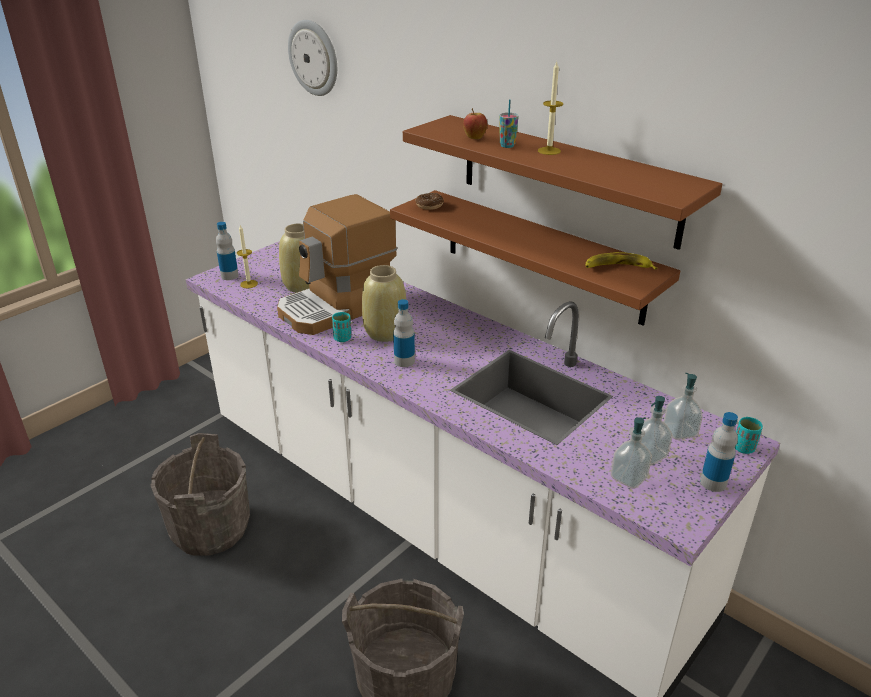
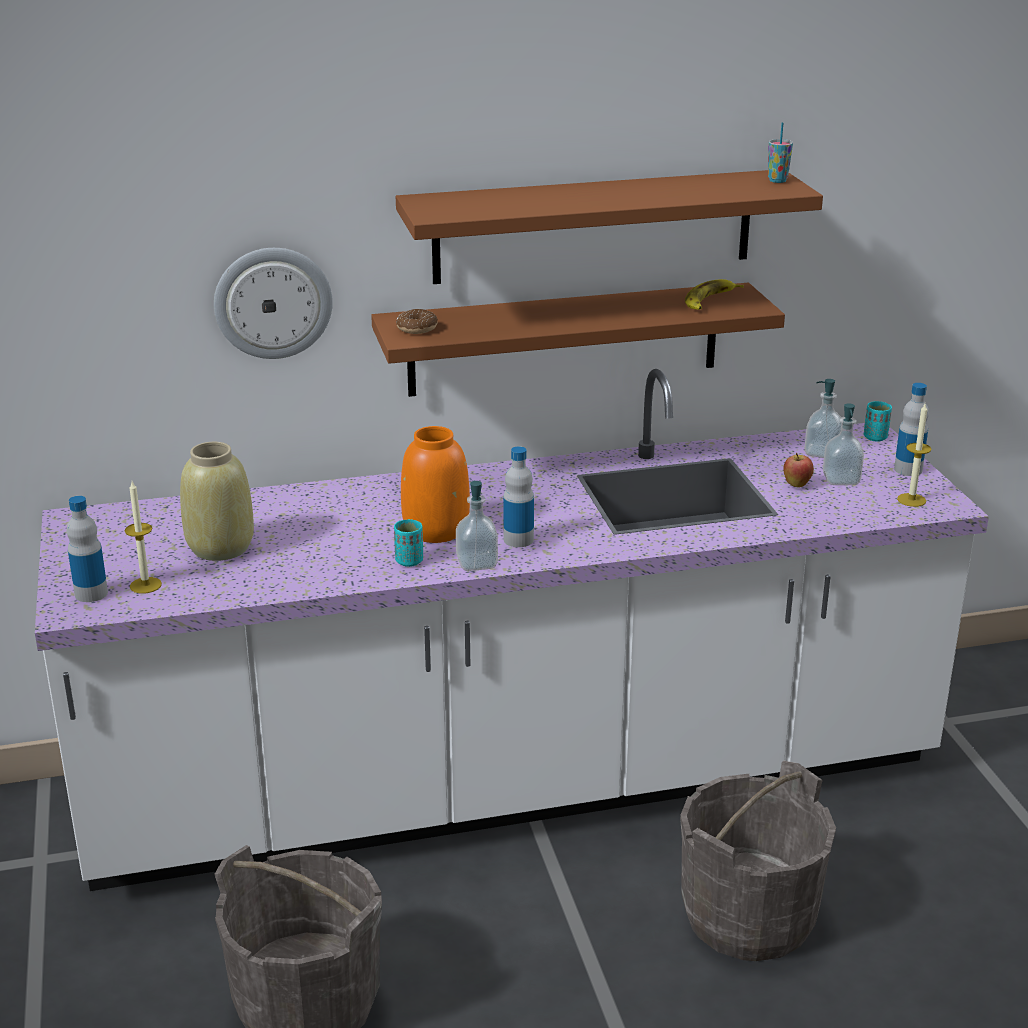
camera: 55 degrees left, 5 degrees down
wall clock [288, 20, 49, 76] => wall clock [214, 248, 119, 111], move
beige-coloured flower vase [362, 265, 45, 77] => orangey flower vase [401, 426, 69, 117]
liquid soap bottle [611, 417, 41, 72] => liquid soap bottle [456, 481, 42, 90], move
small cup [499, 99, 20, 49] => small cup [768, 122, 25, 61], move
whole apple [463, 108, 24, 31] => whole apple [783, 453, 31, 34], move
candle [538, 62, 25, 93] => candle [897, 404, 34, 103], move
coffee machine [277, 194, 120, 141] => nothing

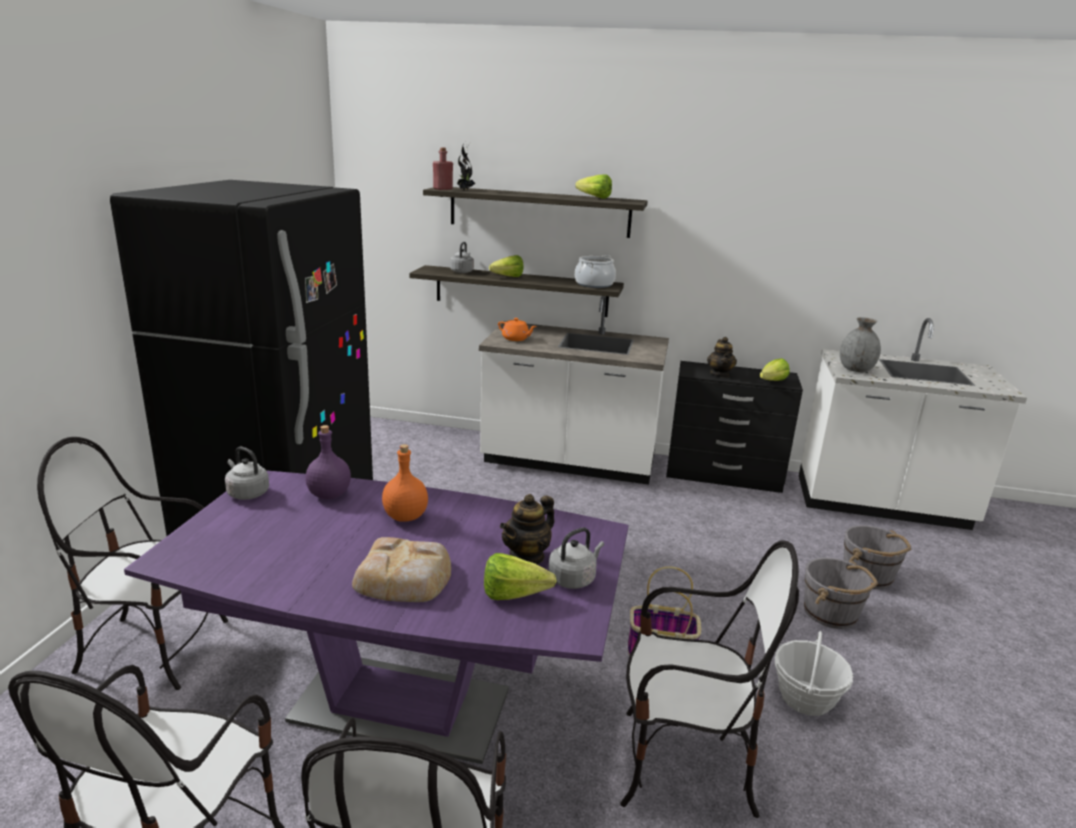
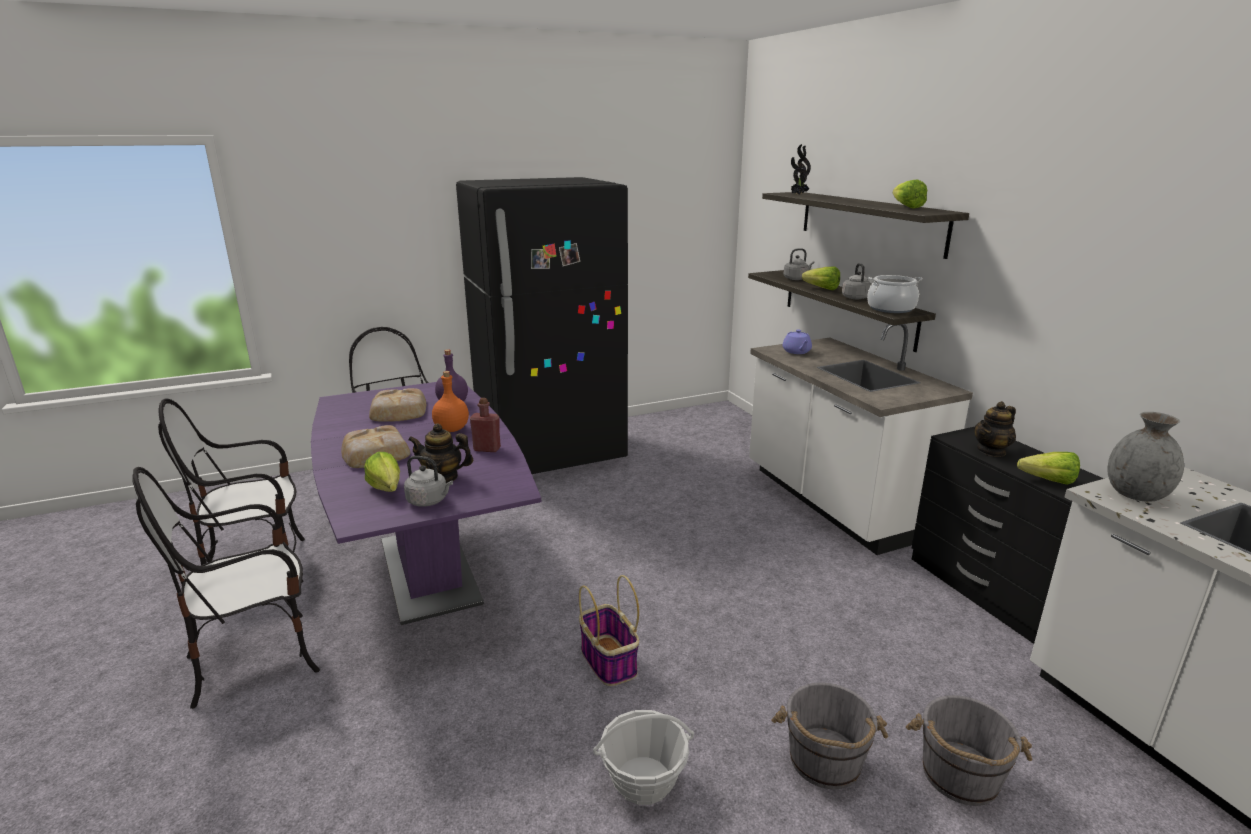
camera: 55 degrees right, 0 degrees up
nothing => bread [369, 388, 57, 34]
reddish beverage bottle [433, 147, 20, 43] => reddish beverage bottle [470, 398, 31, 54], move
orangey teapot [498, 318, 39, 23] => purple teapot [783, 330, 29, 24]
gray tea kettle [225, 447, 44, 53] => gray tea kettle [842, 263, 29, 36], move
upright chair [620, 541, 179, 277] => nothing

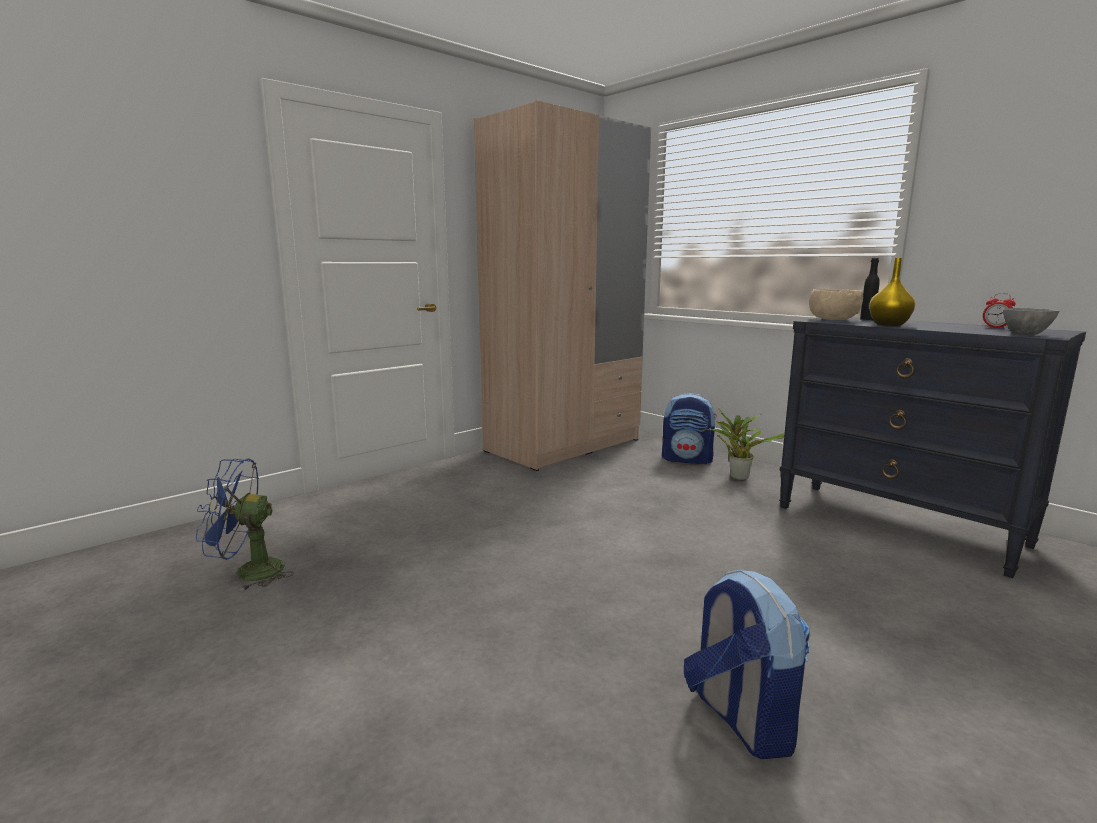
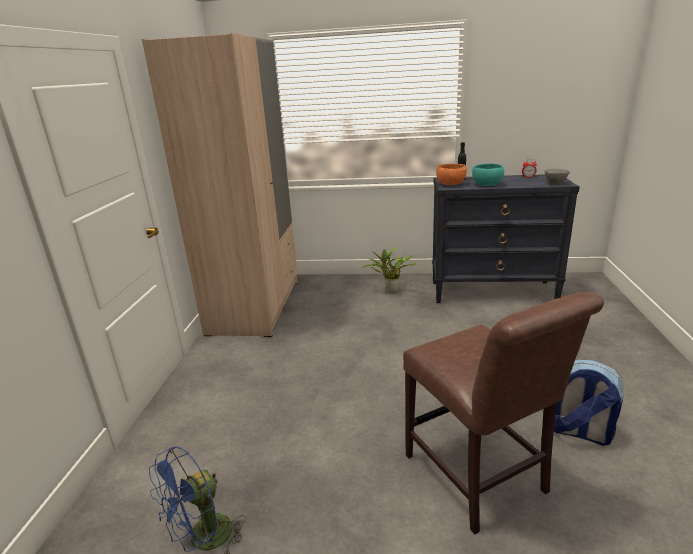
camera: 40 degrees left, 10 degrees up
nothing => brownish upright chair [403, 292, 201, 243]
beige-coloured serving bowl [809, 289, 54, 31] => orangey serving bowl [436, 164, 31, 21]
yellow flower vase [869, 258, 47, 68] => blue-green serving bowl [472, 163, 32, 23]
rucksack [662, 393, 55, 71] => nothing

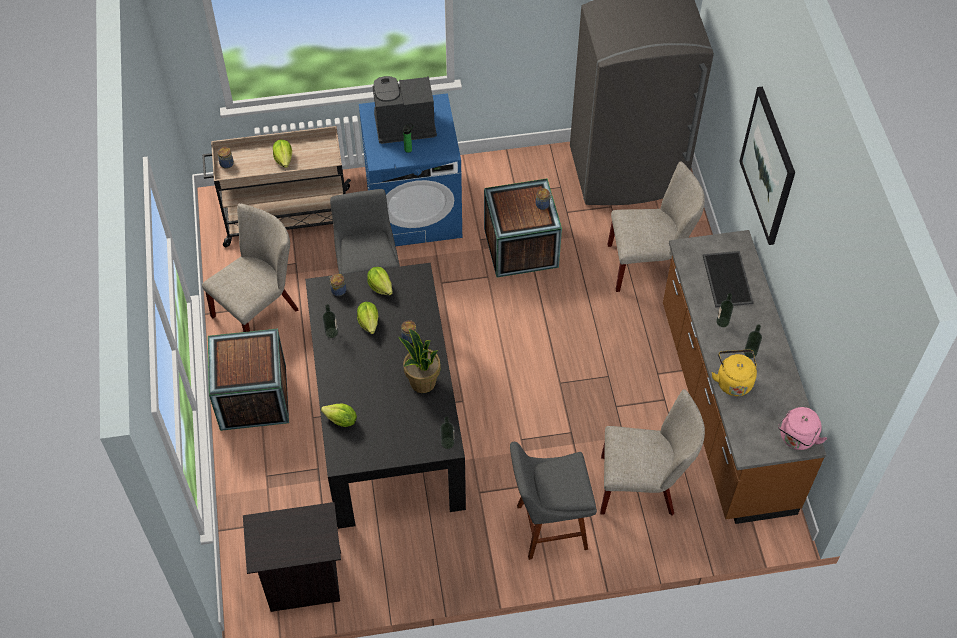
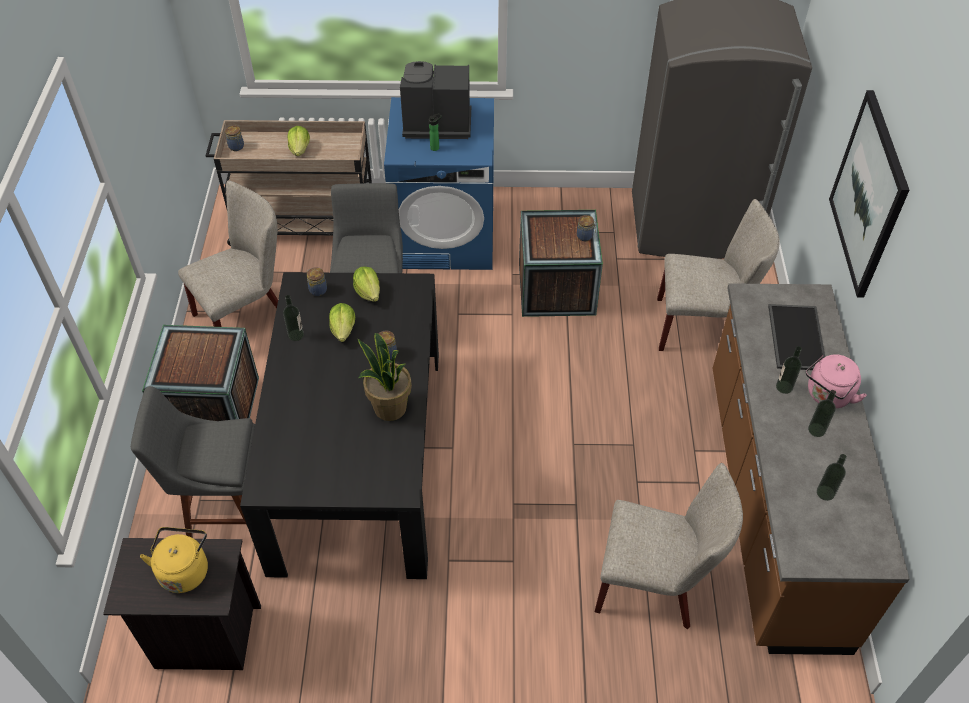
camera: 10 degrees right, 5 degrees down
gray stool seat [510, 442, 87, 118] => gray stool seat [131, 386, 124, 152], move
yellow tea kettle [712, 350, 45, 46] => yellow tea kettle [140, 527, 68, 66], move
pink tea kettle [778, 407, 49, 43] => pink tea kettle [806, 354, 61, 54], move
beverage bottle [440, 417, 14, 32] => beverage bottle [817, 454, 30, 47], move
lettuce head [321, 404, 36, 23] => nothing

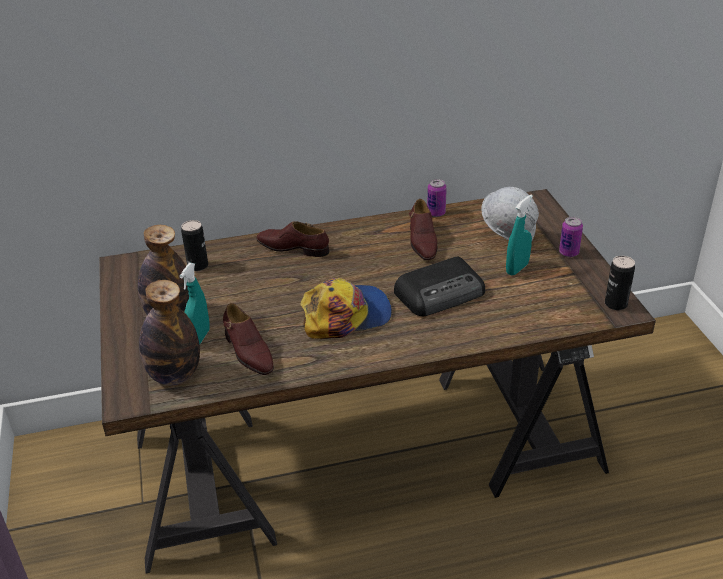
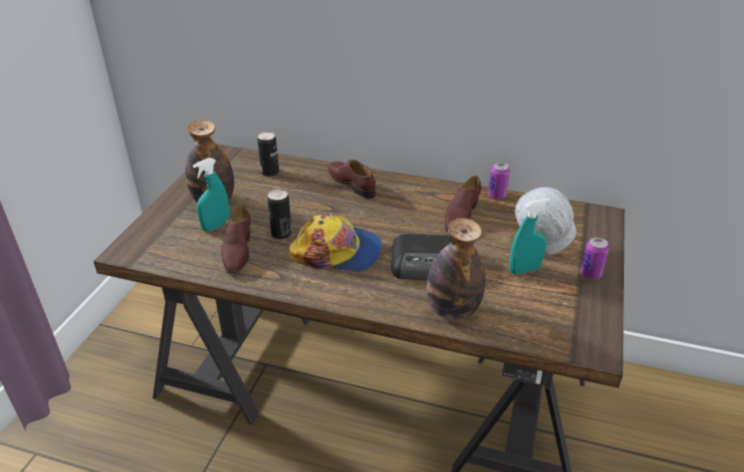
camera: 30 degrees right, 0 degrees up
metal can [605, 256, 30, 54] => metal can [267, 189, 25, 50], move
beverage bottle [139, 280, 61, 105] => beverage bottle [427, 218, 58, 103], move

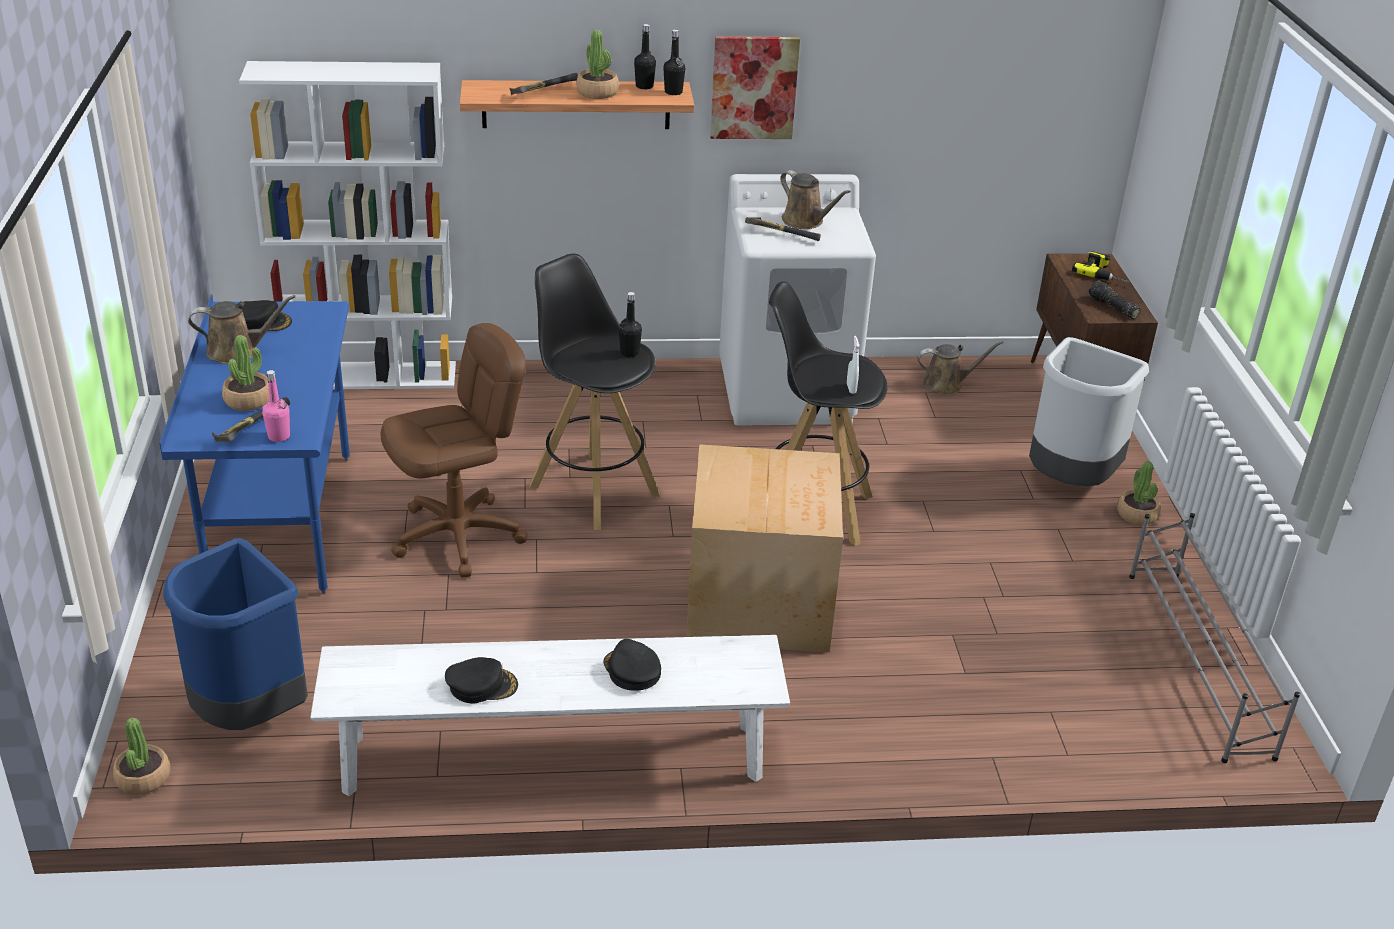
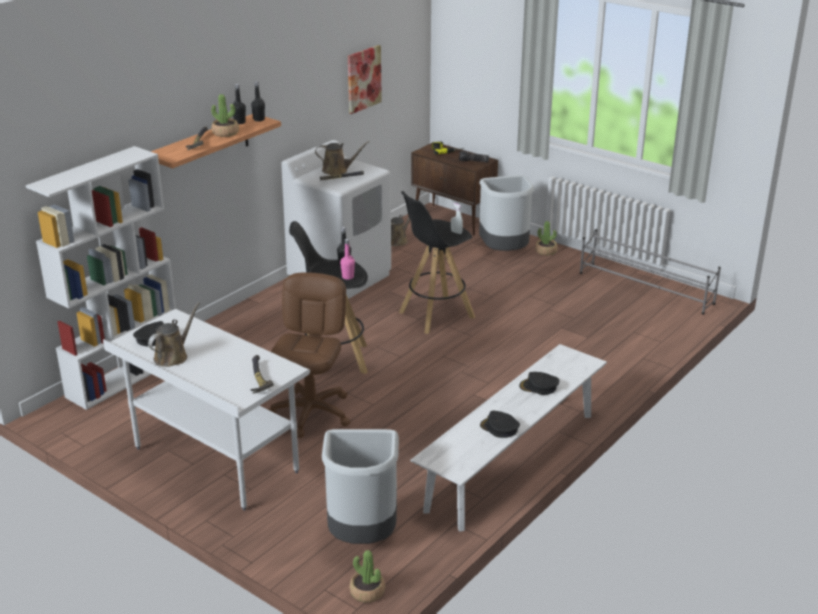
camera: 45 degrees left, 5 degrees down
bluish desk [159, 294, 191, 300] => white-coloured desk [103, 309, 207, 202]
bluish rubbish bin [163, 538, 145, 192] => gray rubbish bin [322, 429, 77, 115]
pink beverage bottle [262, 370, 28, 72] => pink beverage bottle [340, 239, 15, 41], move
wall picture [710, 36, 90, 103] => wall picture [348, 45, 34, 69], move
blackish baseball cap [445, 657, 73, 47] => blackish baseball cap [480, 410, 40, 28], 90 degrees counterclockwise
potted plant [222, 335, 48, 76] => nothing
packing box [686, 444, 157, 209] => nothing

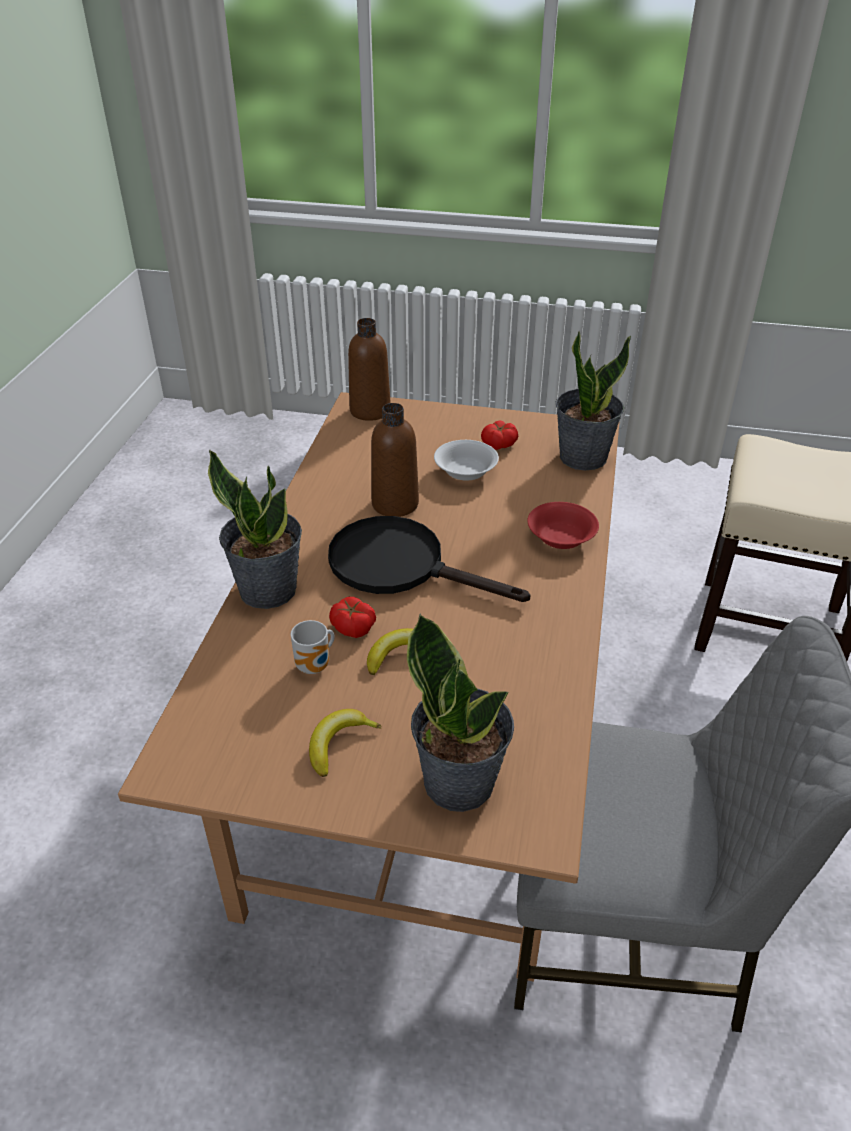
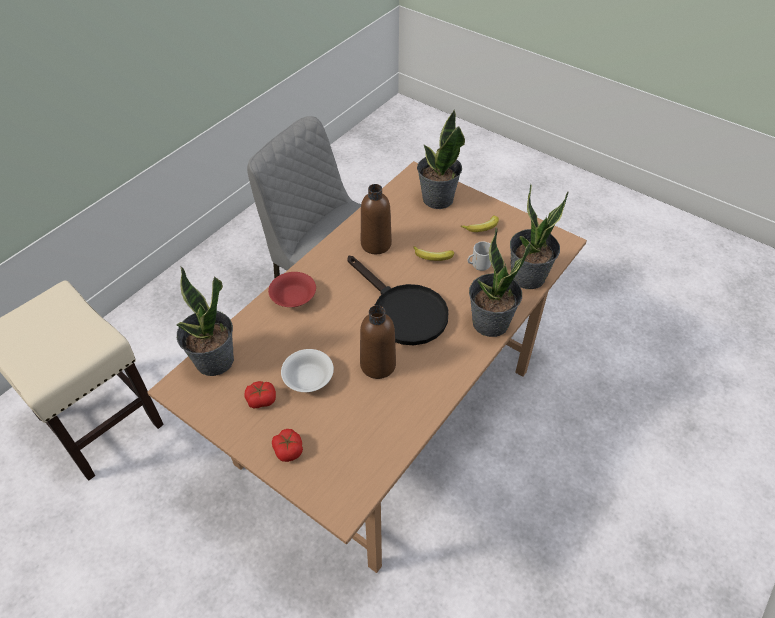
camera: 155 degrees left, 10 degrees up
tomato [329, 597, 47, 41] => tomato [272, 429, 31, 33], move
brownish beverage bottle [348, 318, 43, 103] => brownish beverage bottle [361, 184, 31, 70], move
nothing => potted plant [510, 184, 59, 105]

